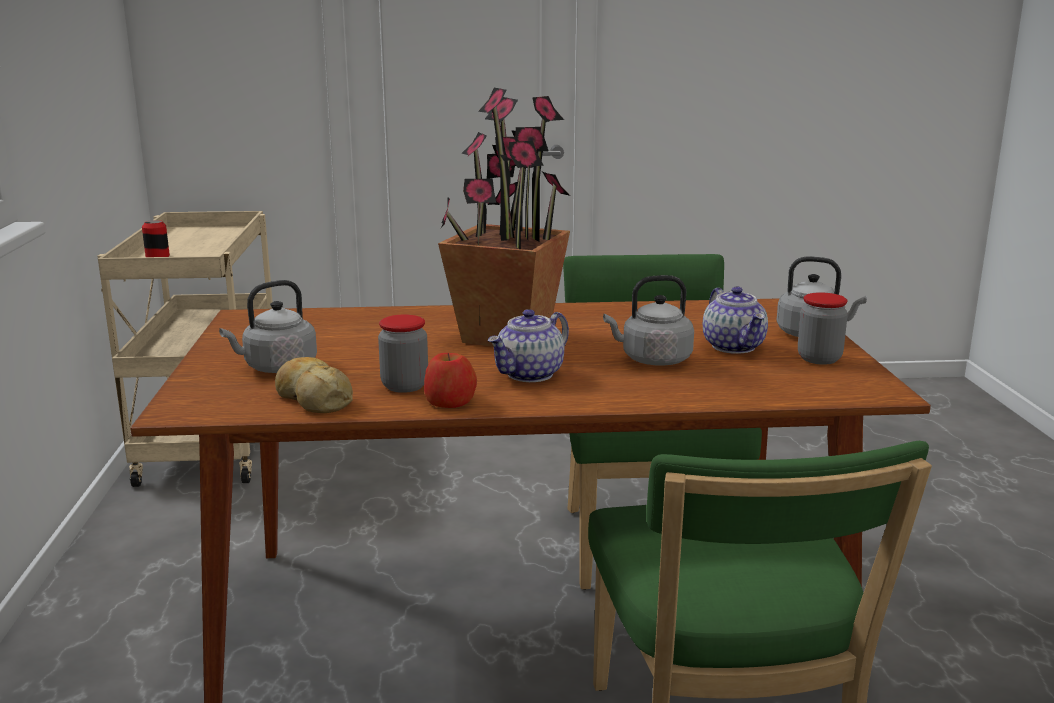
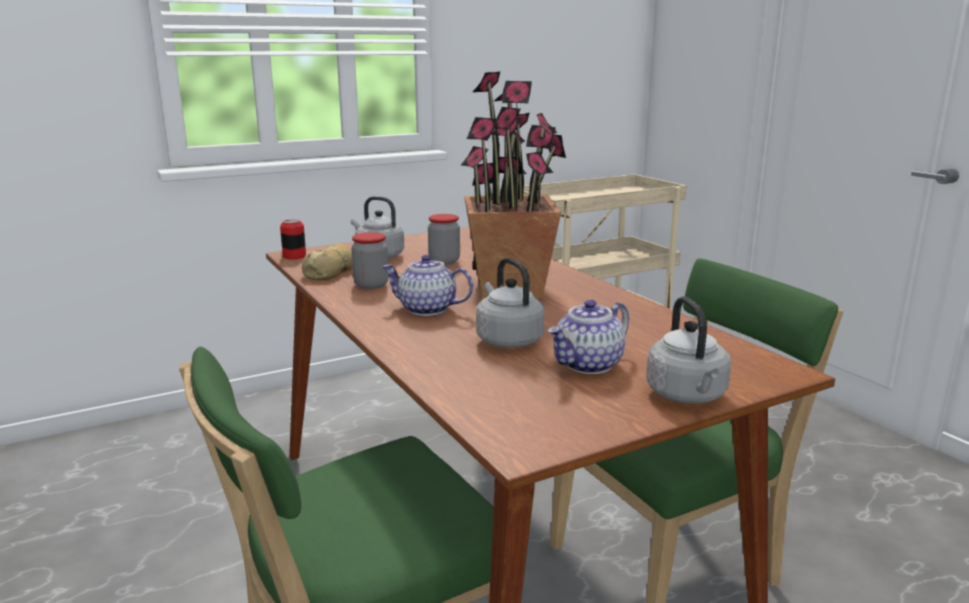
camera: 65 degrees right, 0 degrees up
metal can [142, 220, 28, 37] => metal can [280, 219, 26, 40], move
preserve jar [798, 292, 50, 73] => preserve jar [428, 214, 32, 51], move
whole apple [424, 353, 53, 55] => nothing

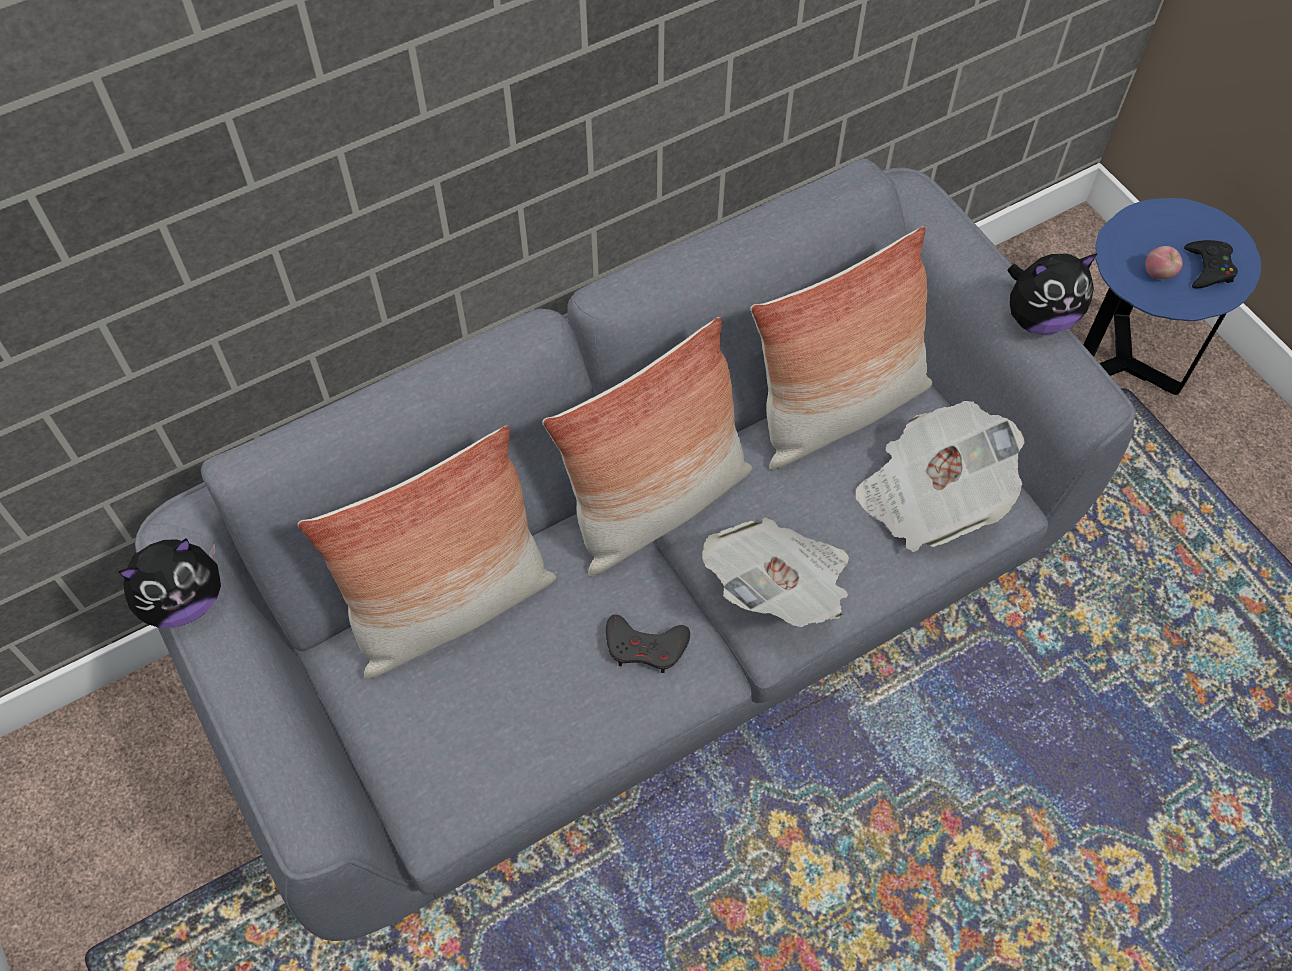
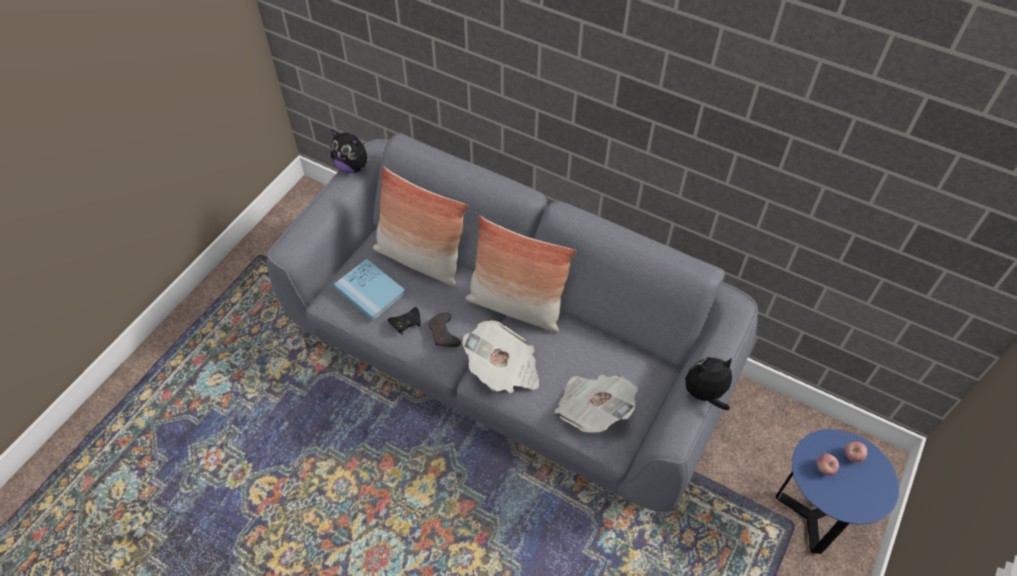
camera: 60 degrees right, 5 degrees down
nothing => bluish bound book [334, 259, 72, 62]
blackish gamepad [1184, 240, 54, 49] => blackish gamepad [387, 307, 34, 28], move
cuddly toy [1007, 253, 91, 82] => cuddly toy [685, 357, 47, 53], 120 degrees clockwise
nothing => whole apple [845, 441, 22, 21]
throw pillow [750, 226, 183, 244] => nothing

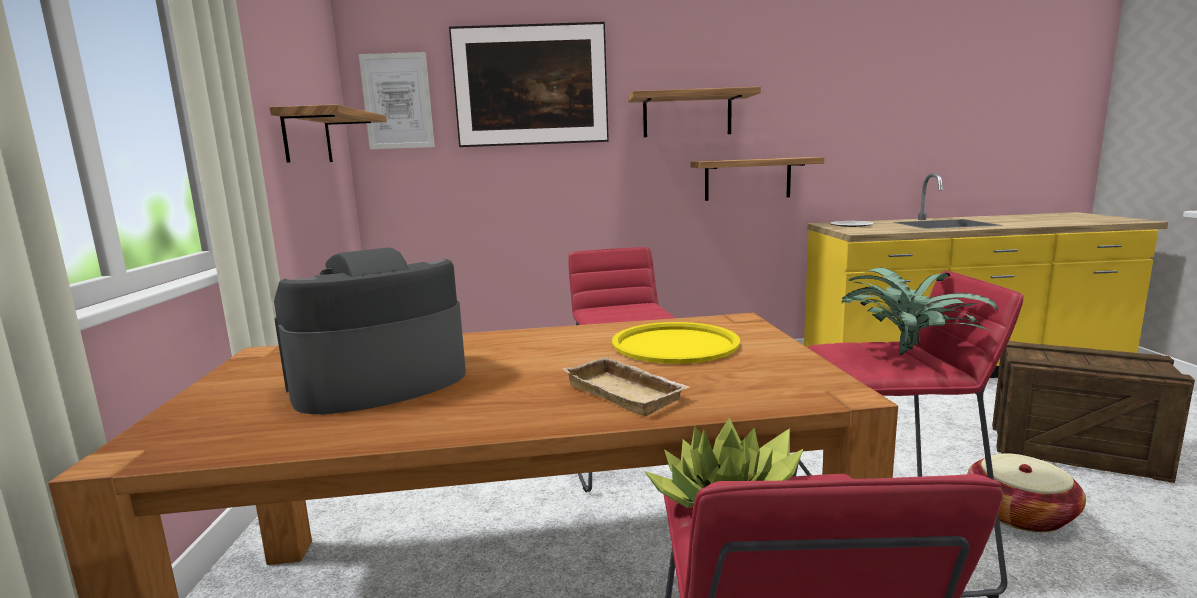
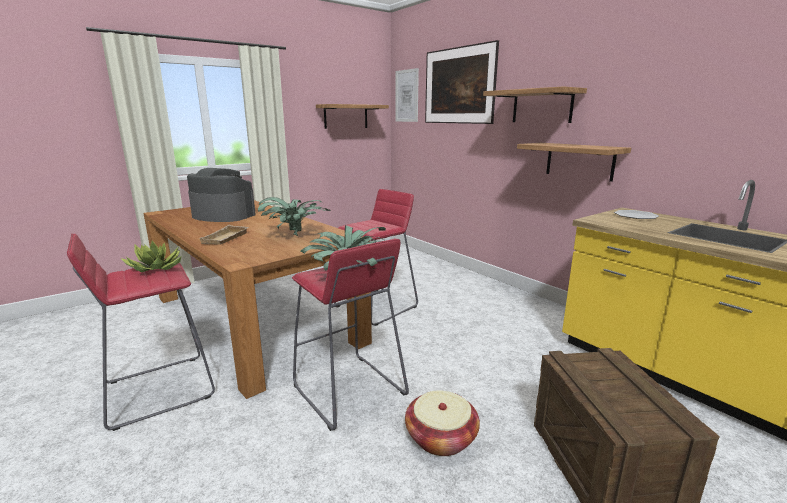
camera: 55 degrees right, 5 degrees up
yellow serving tray [612, 322, 128, 42] => potted plant [258, 197, 72, 39]

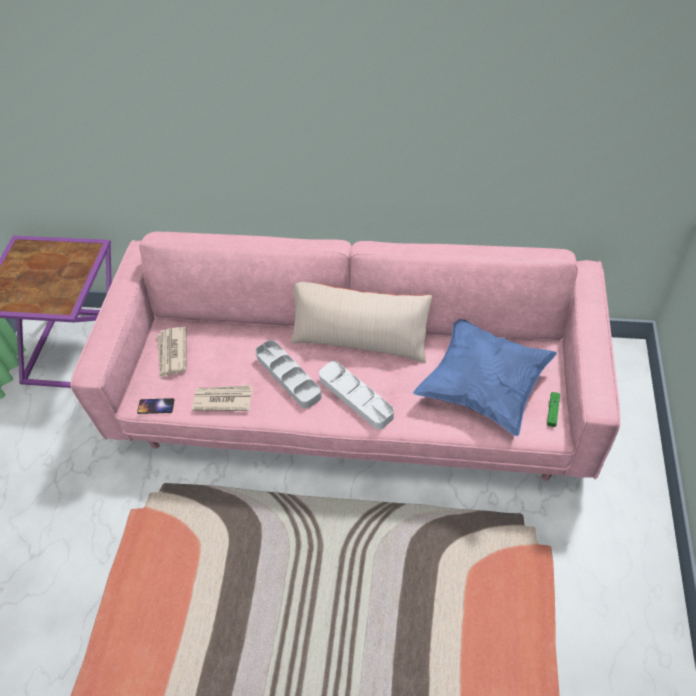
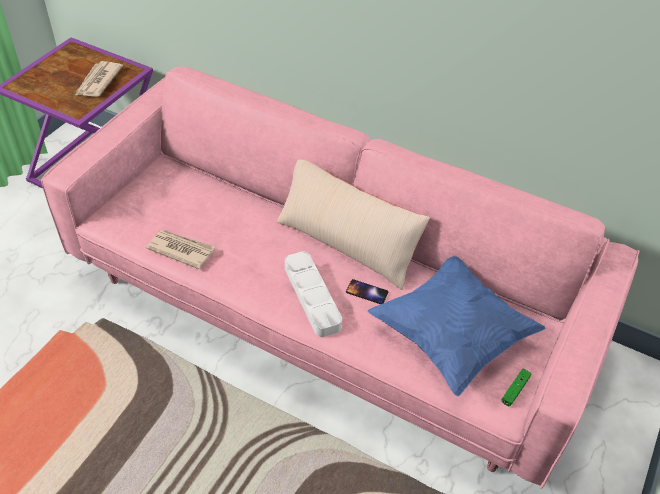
camera: 15 degrees right, 5 degrees down
newspaper [157, 327, 29, 51] => newspaper [76, 61, 47, 36], move
handset [137, 398, 38, 16] => handset [346, 279, 42, 25], move
gray serving tray [255, 340, 67, 68] => nothing

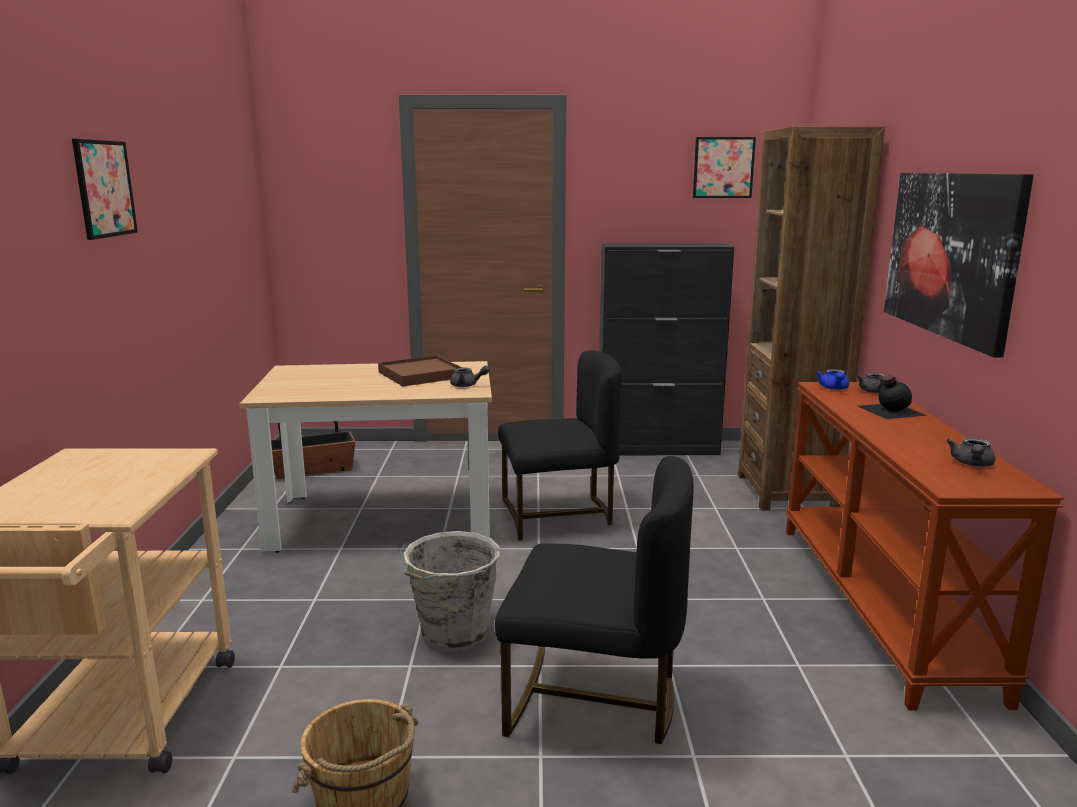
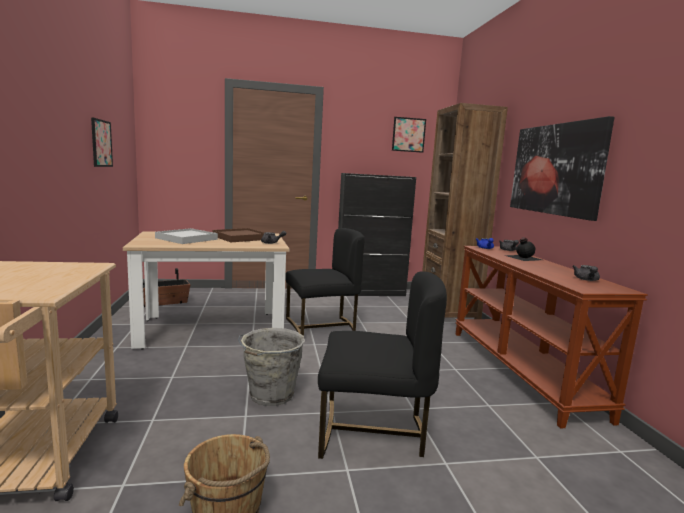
camera: 10 degrees left, 5 degrees down
wall picture [72, 139, 66, 101] => wall picture [91, 117, 22, 50], move
nothing => white-coloured serving tray [155, 228, 63, 16]

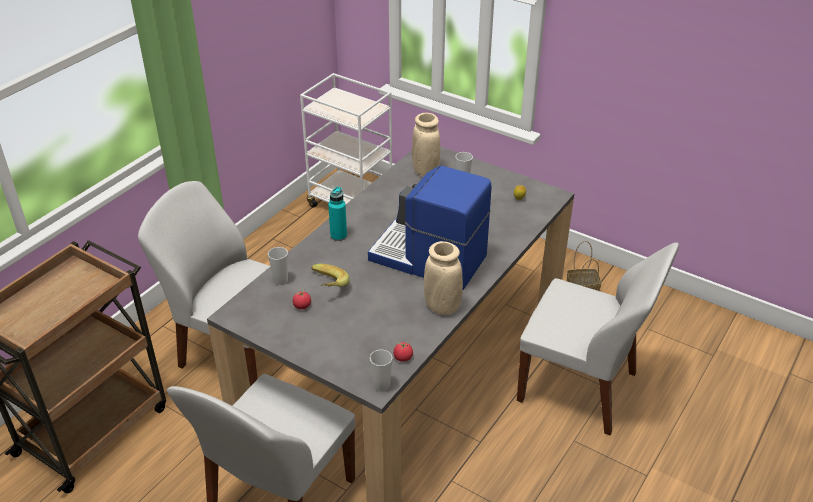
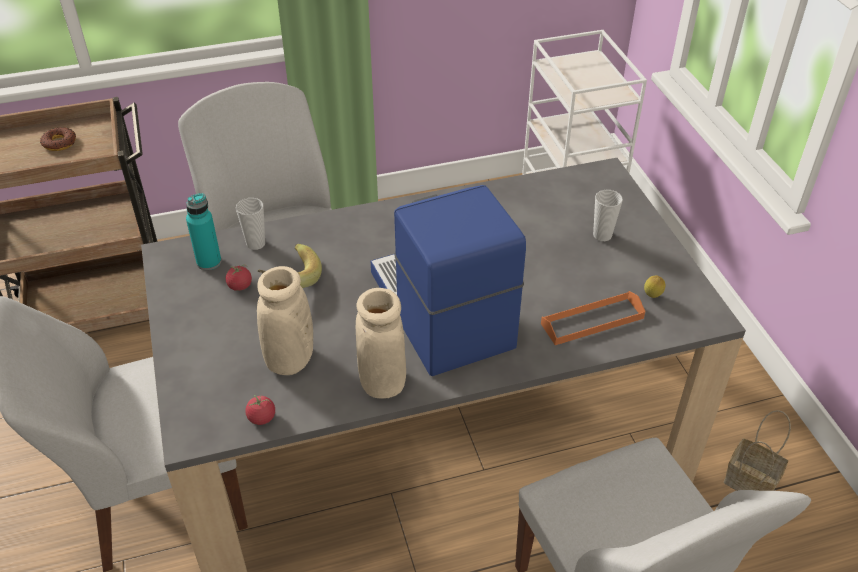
camera: 40 degrees right, 5 degrees up
nothing => doughnut [40, 127, 36, 24]
blue-green beverage bottle [328, 187, 19, 54] => blue-green beverage bottle [186, 193, 35, 77], move
beige-coloured flower vase [412, 113, 28, 63] => beige-coloured flower vase [257, 266, 56, 109], move
nothing => orangey serving tray [541, 291, 104, 54]
small cup [370, 349, 23, 43] => nothing

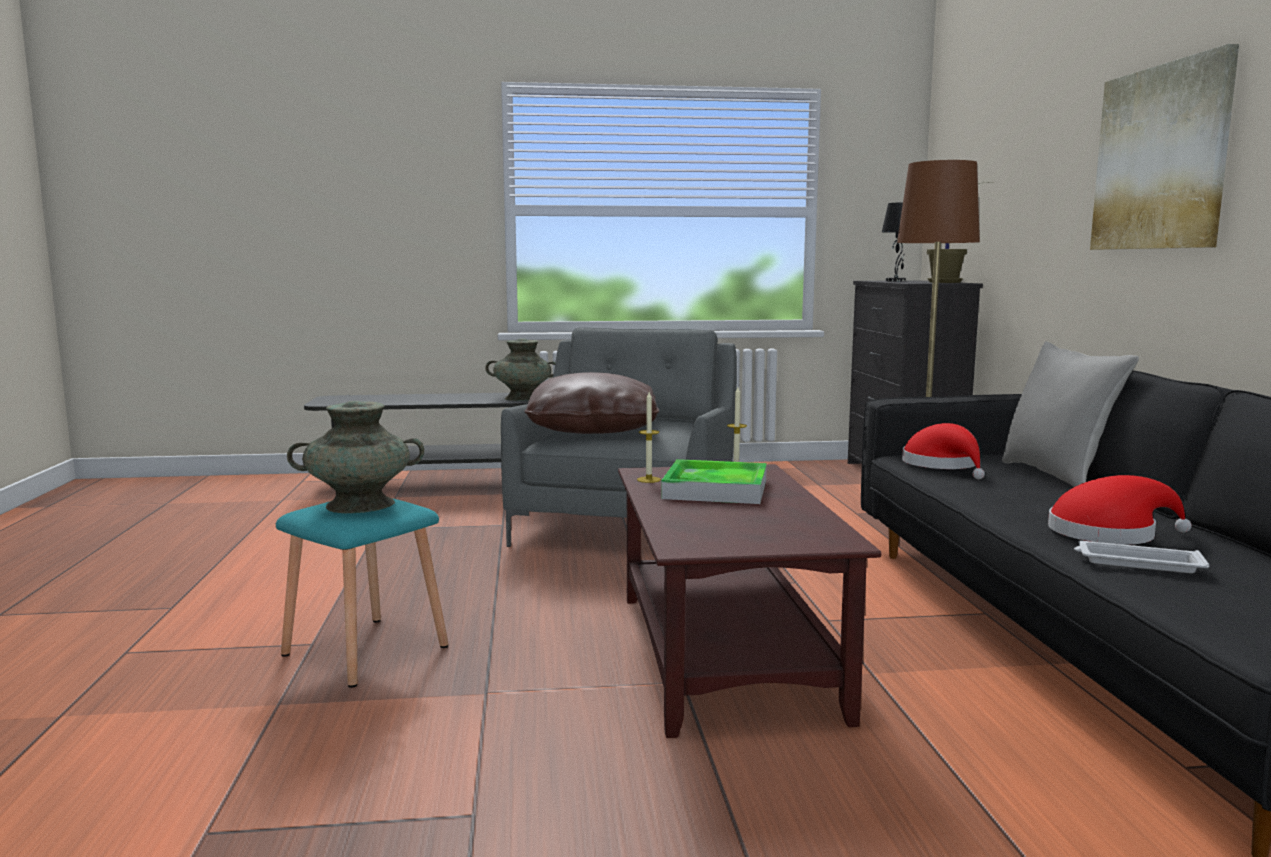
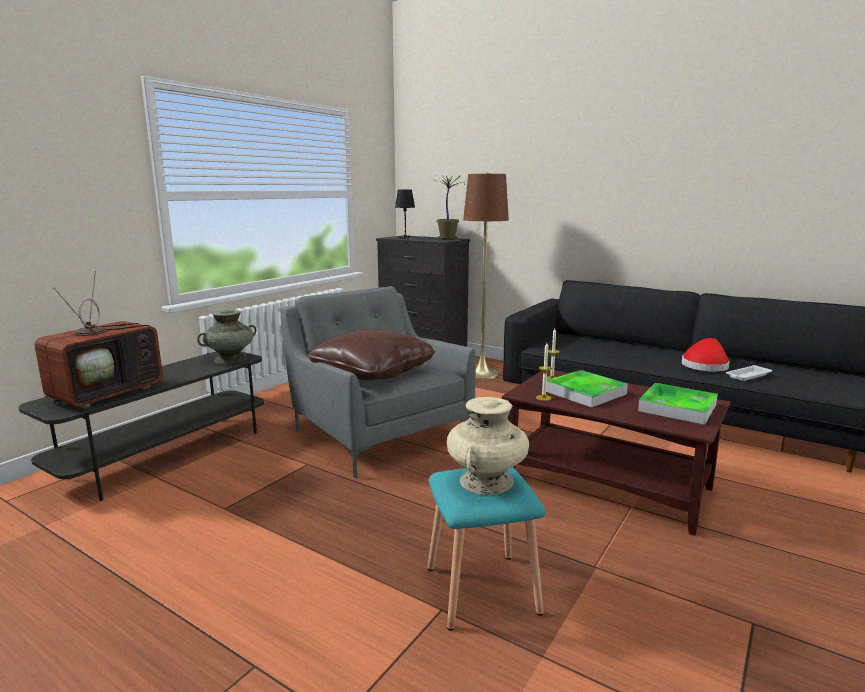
camera: 50 degrees left, 5 degrees up
nothing => TV set [35, 271, 128, 138]
blue-green flower vase [287, 401, 137, 112] => beige-coloured flower vase [447, 397, 82, 98]
nothing => serving tray [638, 383, 80, 42]
reddish hat [902, 423, 83, 57] => nothing
gray throw pillow [1002, 341, 137, 146] => nothing
wall picture [1090, 44, 149, 206] => nothing

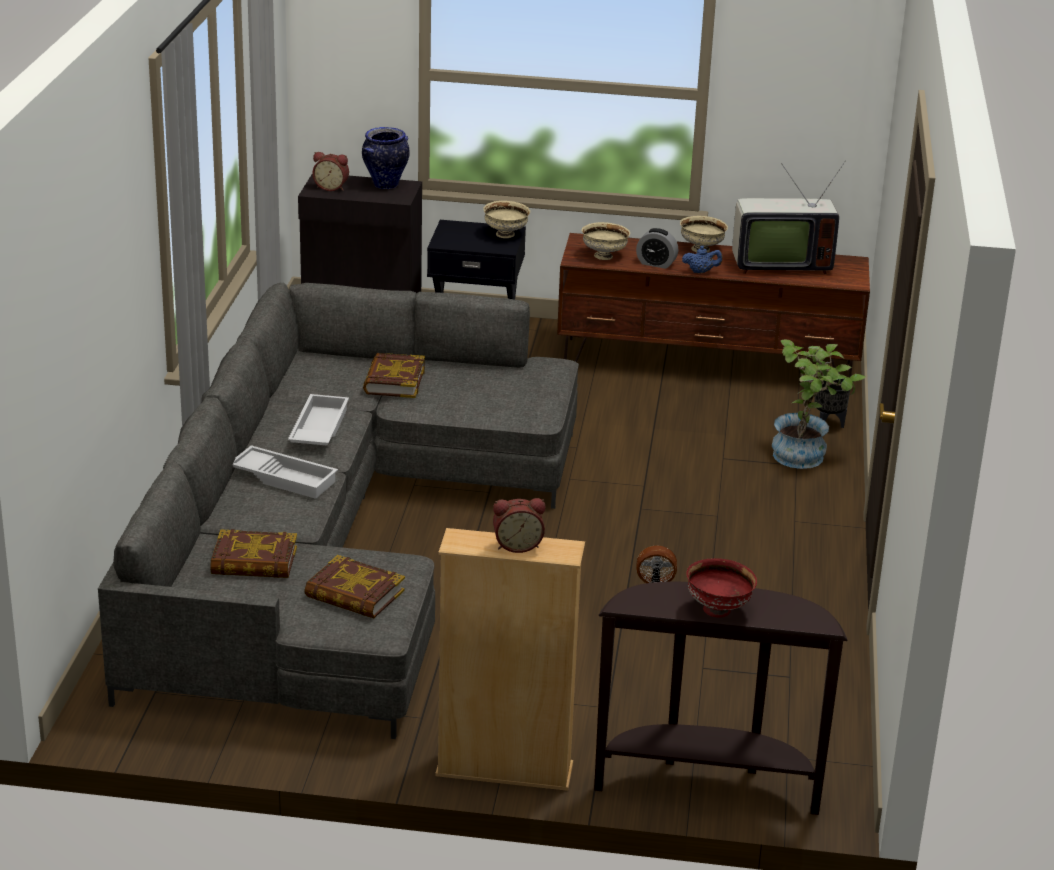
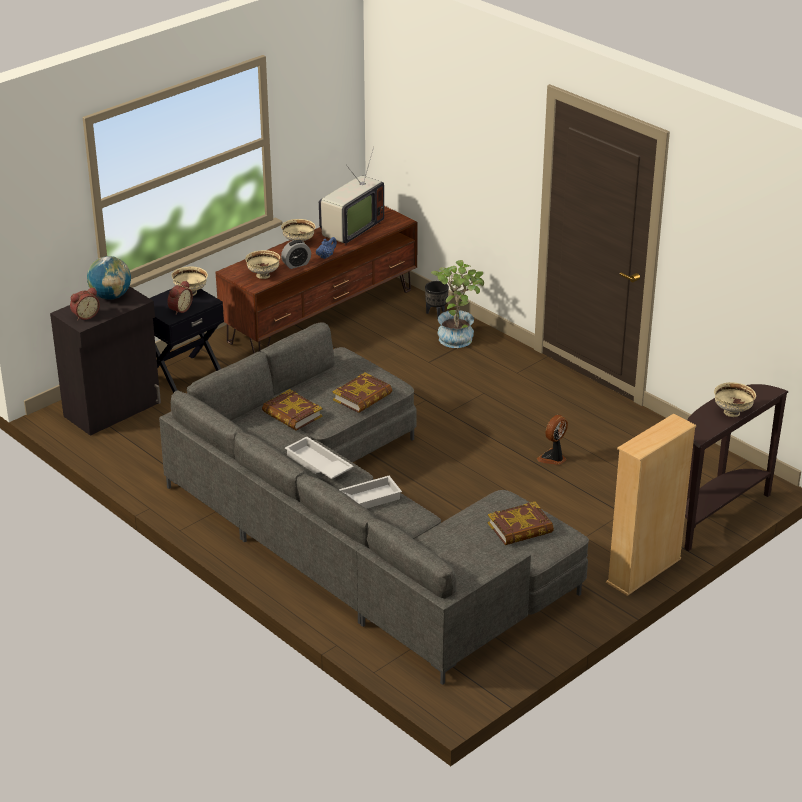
camera: 50 degrees left, 5 degrees up
flower vase [362, 127, 48, 62] => globe [87, 256, 44, 44]
alarm clock [493, 498, 52, 55] => alarm clock [167, 280, 26, 35], move
bound book [210, 529, 87, 49] => bound book [333, 372, 59, 41], move
reddish serving bowl [686, 558, 71, 60] => beige-coloured serving bowl [714, 382, 42, 35]

